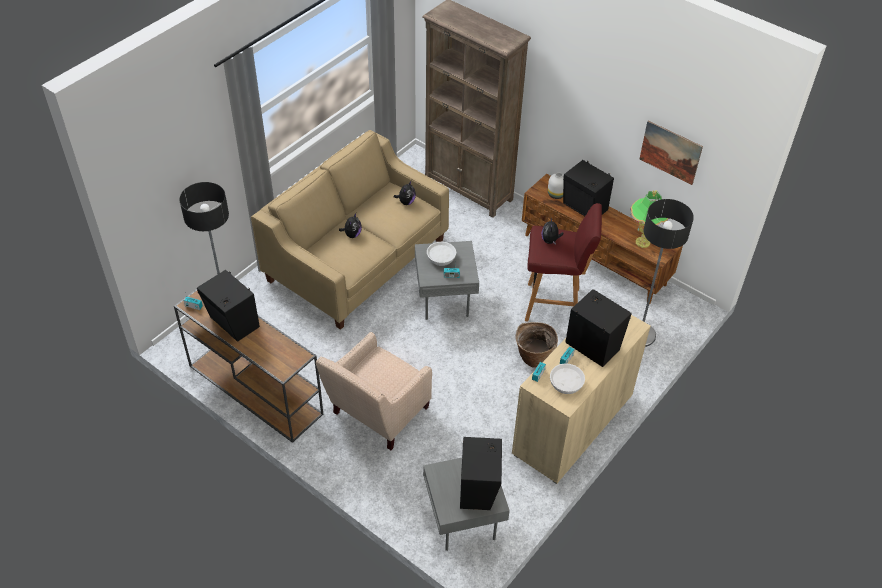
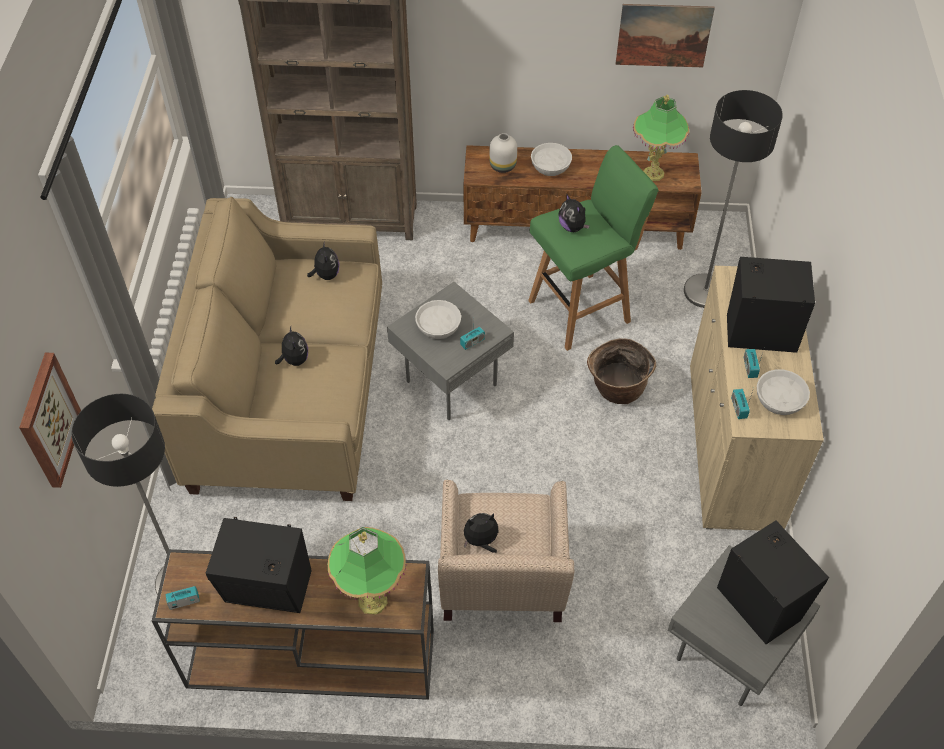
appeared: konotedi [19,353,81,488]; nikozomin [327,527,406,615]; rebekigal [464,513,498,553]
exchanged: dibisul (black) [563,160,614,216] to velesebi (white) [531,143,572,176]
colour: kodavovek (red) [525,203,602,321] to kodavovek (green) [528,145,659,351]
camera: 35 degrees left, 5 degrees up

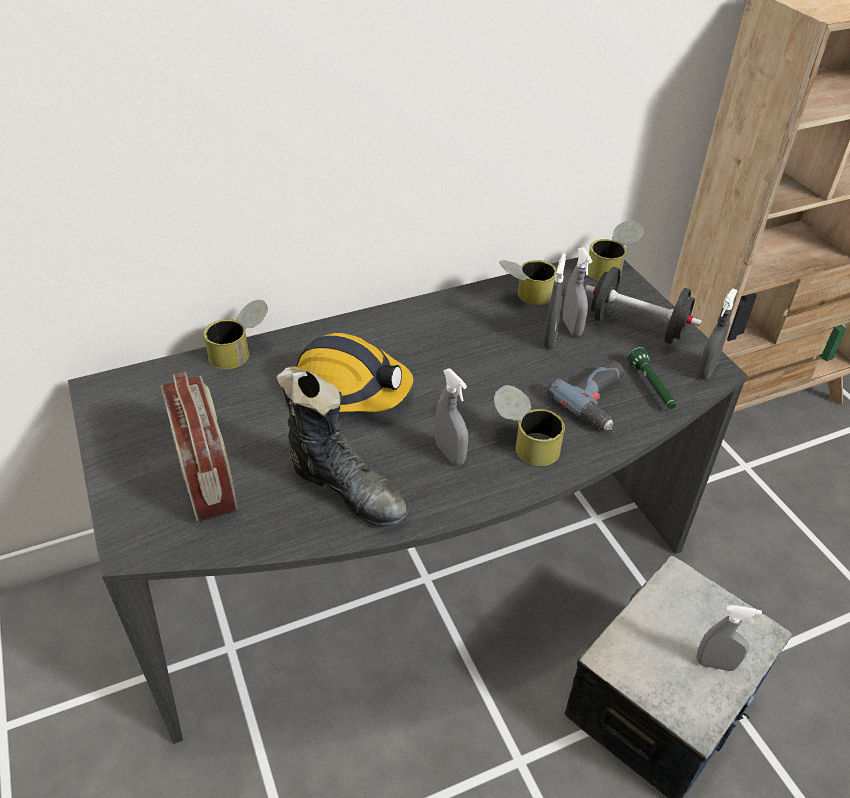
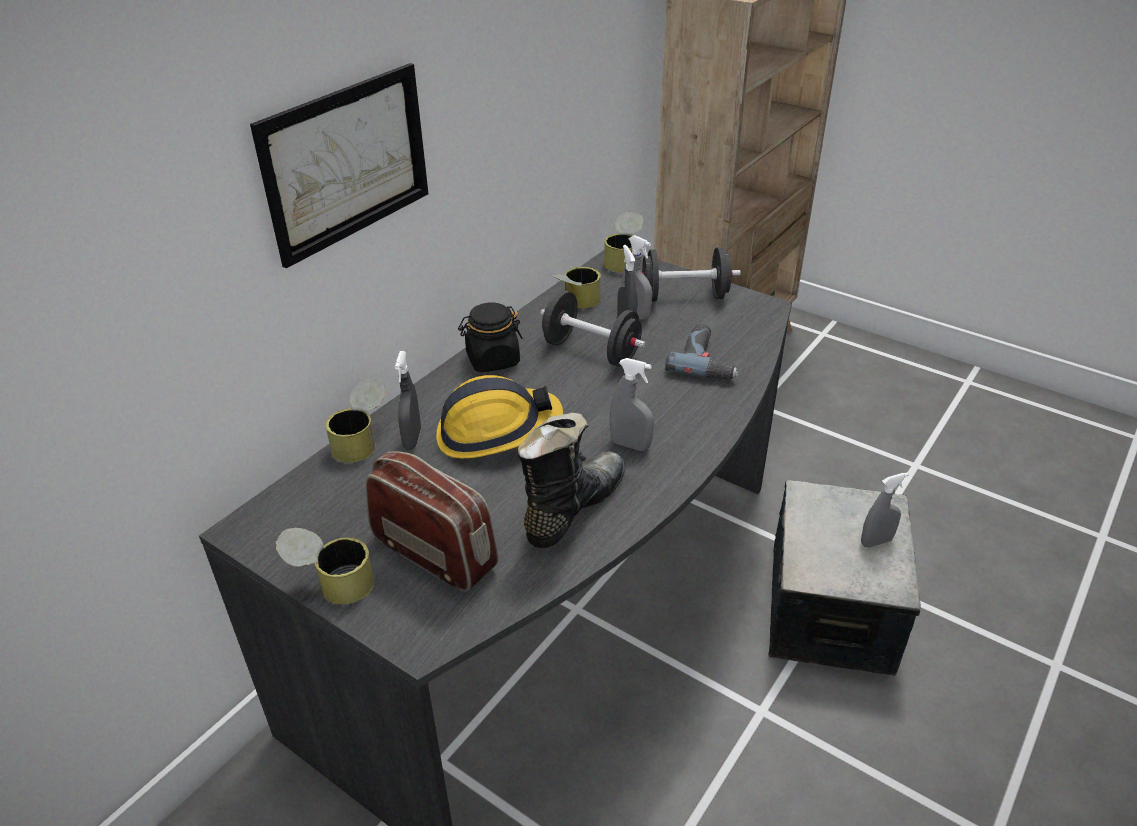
missing: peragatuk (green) [627,347,676,409]
appeared: konotedi [250,63,428,268]; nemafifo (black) [458,302,523,372]; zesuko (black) [540,291,646,366]
relocated: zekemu [494,385,565,466] to [276,528,374,604]; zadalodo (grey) [697,289,738,379] to [395,351,421,450]
spun: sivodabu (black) [276,366,409,526] = [518,412,625,548] 60 degrees counterclockwise
camera: 30 degrees left, 5 degrees down

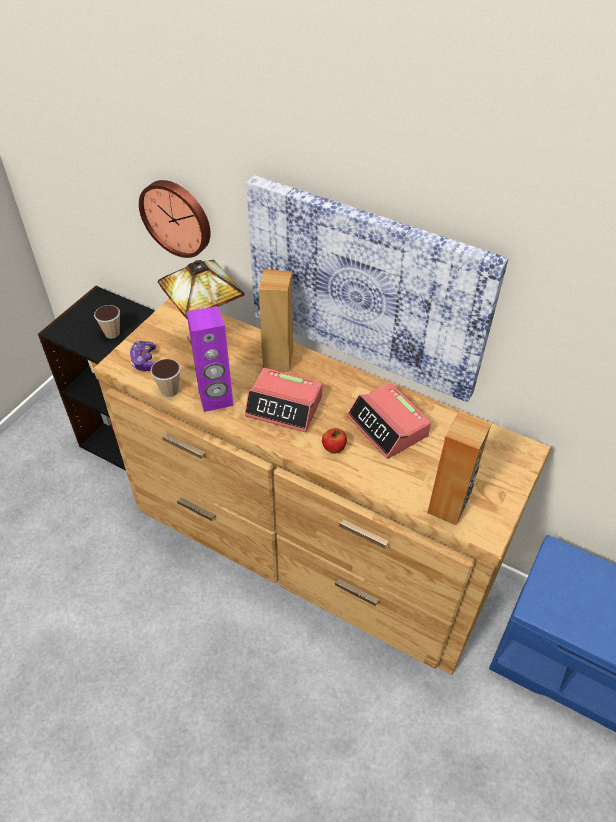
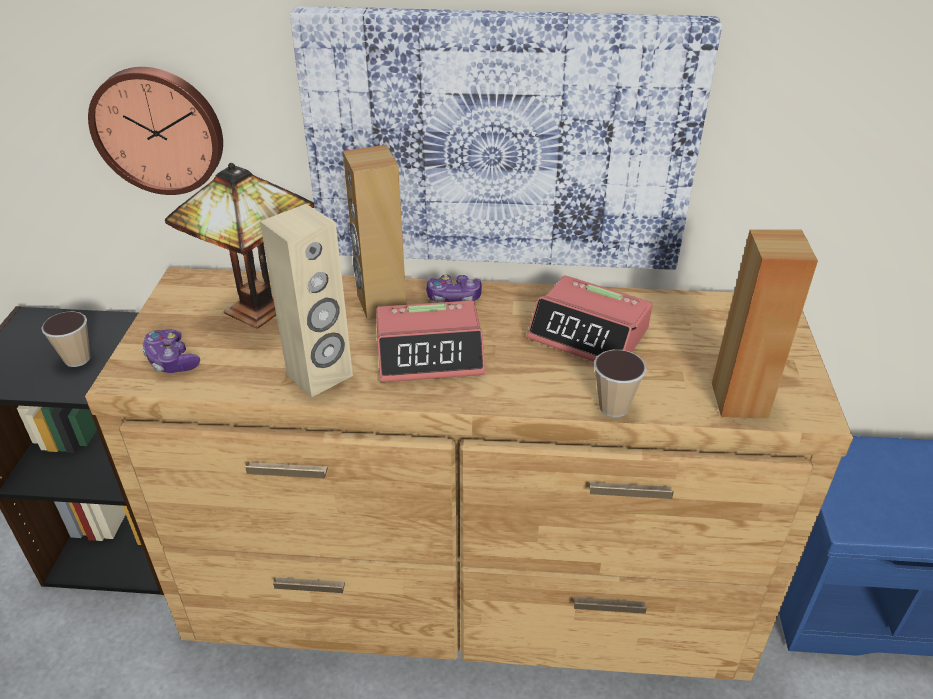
missing: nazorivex [322,428,347,453]
appeared: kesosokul [426,275,482,303]
relocated: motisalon [150,359,181,397] to [594,350,647,417]
colour: dibisul (purple) [186,306,234,412] to dibisul (beige) [260,204,353,397]
camera: 25 degrees left, 10 degrees down

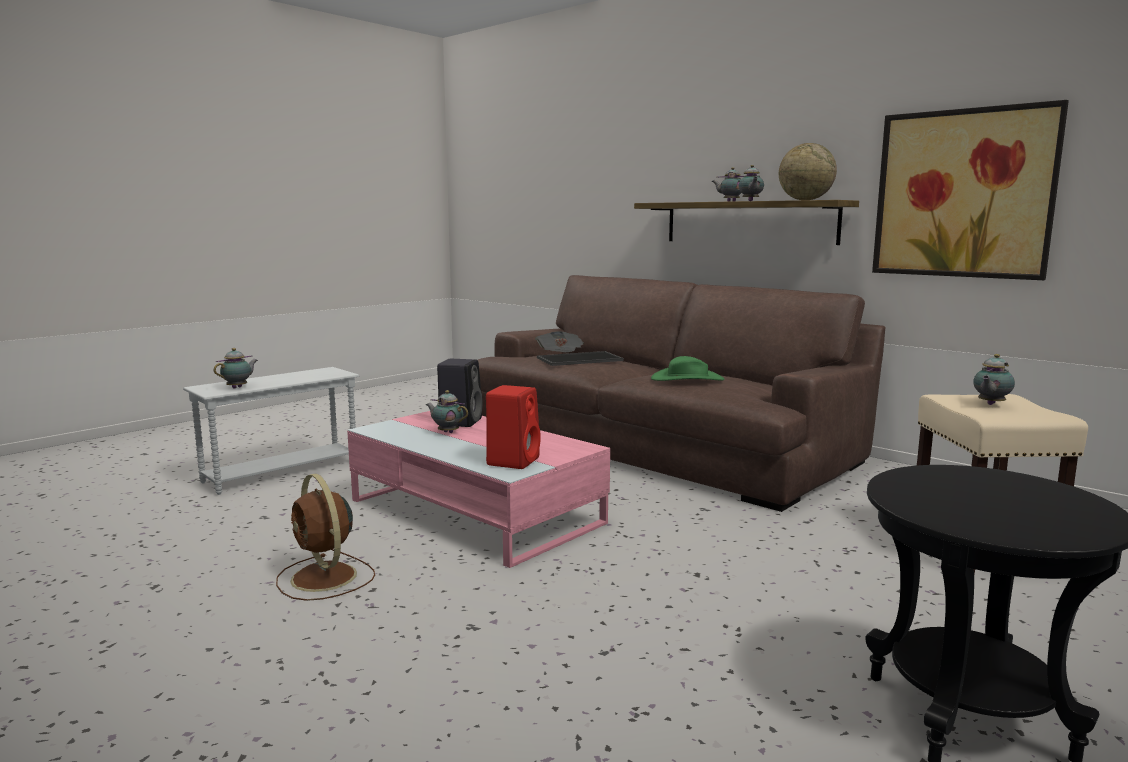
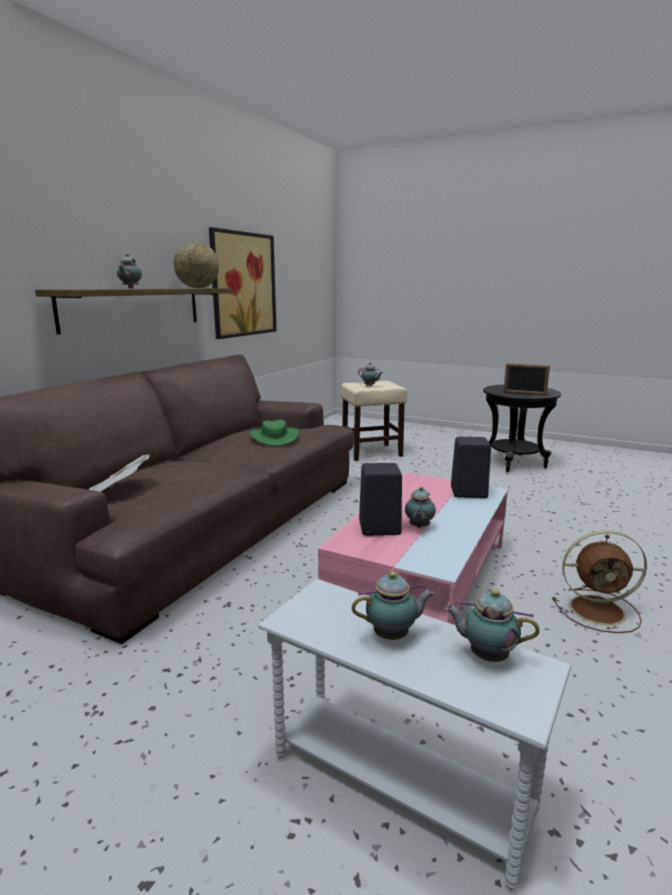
missing: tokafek [537,351,624,366]
appeared: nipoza [503,363,550,396]
relocated: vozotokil [739,165,764,201] to [352,571,435,640]
colour: dibisul (red) [486,385,541,469] to dibisul (black) [451,437,491,498]
spun: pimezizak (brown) [276,474,375,601] = [552,530,647,633] 60 degrees clockwise
camera: 105 degrees left, 5 degrees up

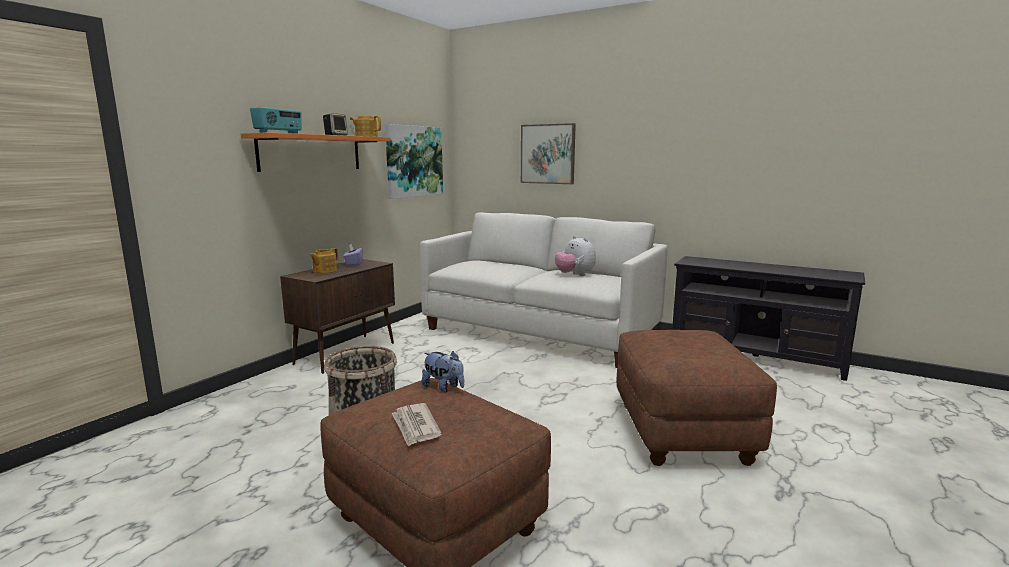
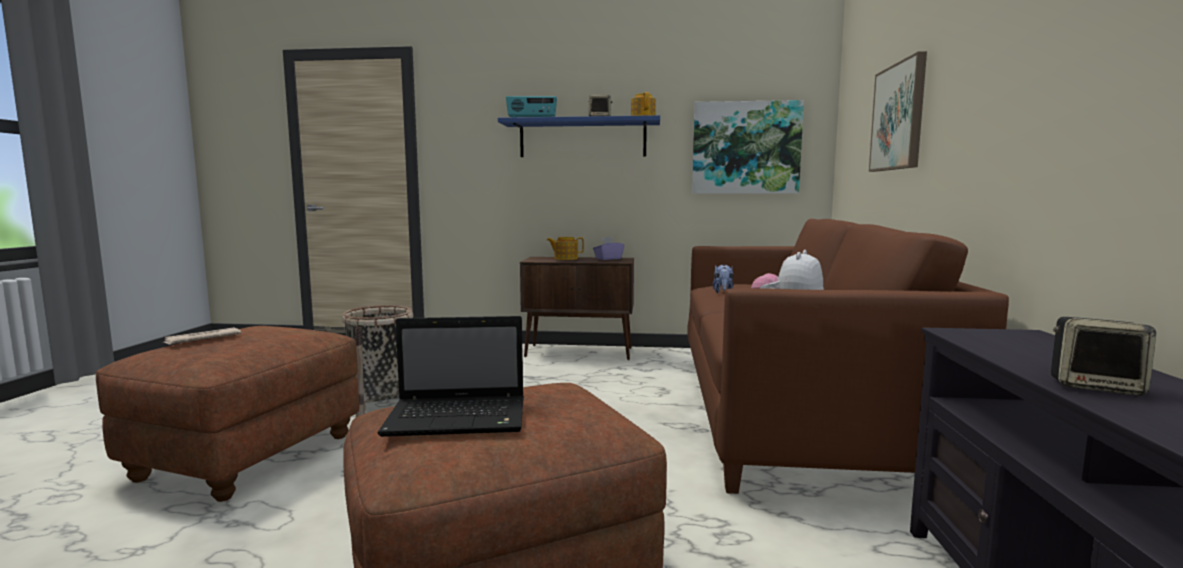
appeared: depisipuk [377,316,524,437]; dibisul [1051,317,1157,396]
relocated: rebekigal [422,351,464,392] to [713,264,734,293]
colour: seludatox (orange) [241,132,391,172] to seludatox (blue) [498,115,660,157]; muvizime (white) [420,212,667,368] to muvizime (brown) [687,219,1009,494]
camera: 65 degrees right, 5 degrees down

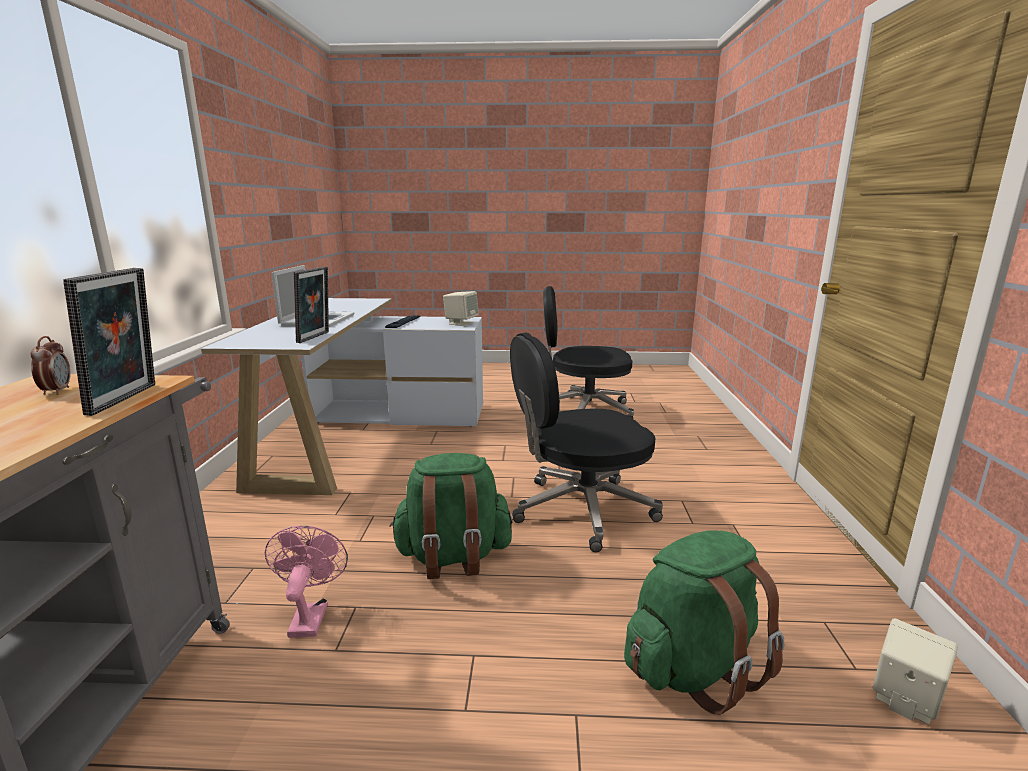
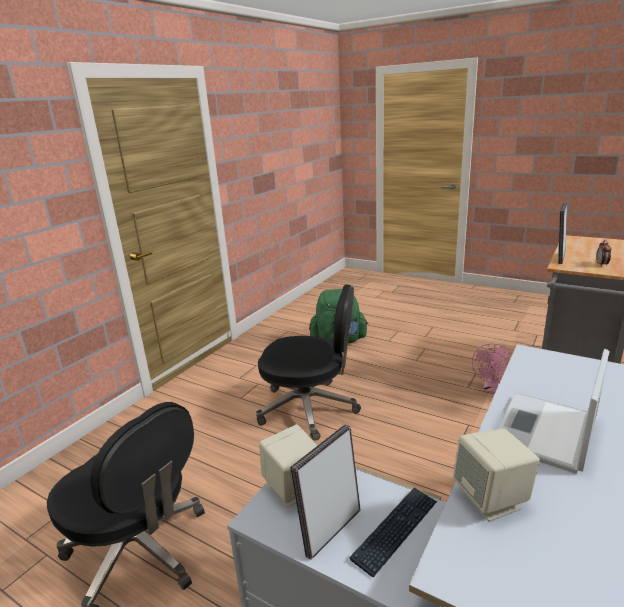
missing: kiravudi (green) [389,453,512,579]
relocated: nipoza [294,267,329,343] to [290,425,360,560]; dibisul (beige) [873,618,958,724] to [453,428,540,522]
camera: 150 degrees left, 5 degrees up

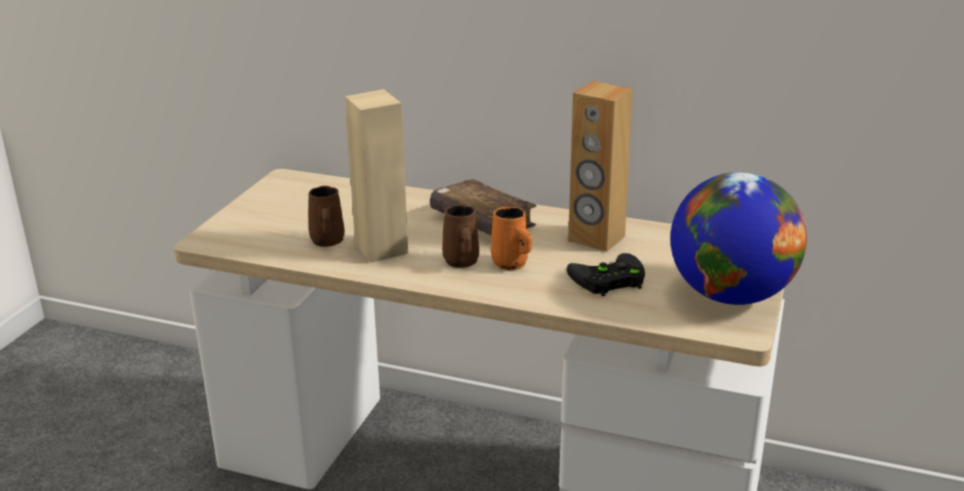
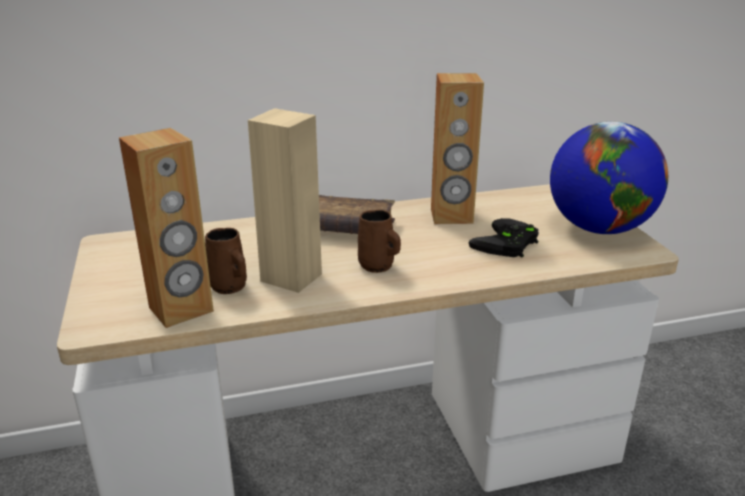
missing: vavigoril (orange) [491,207,532,270]
appeared: dibisul (brown) [119,128,214,328]
camera: 35 degrees left, 0 degrees up

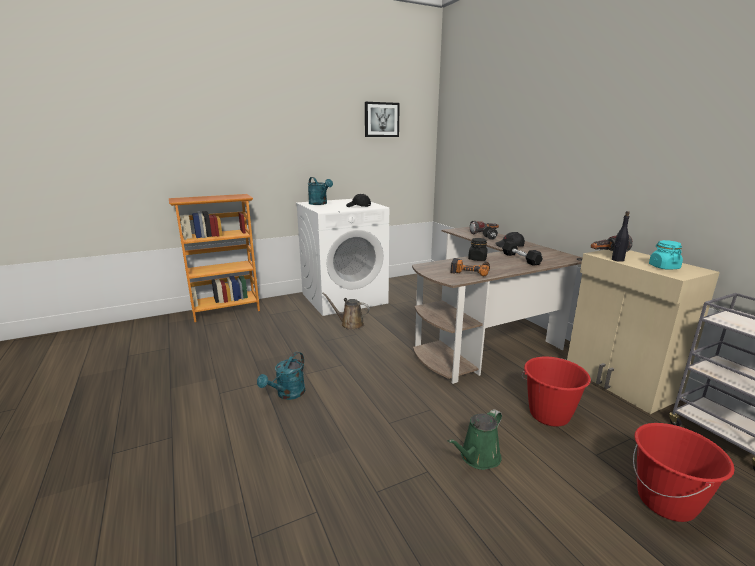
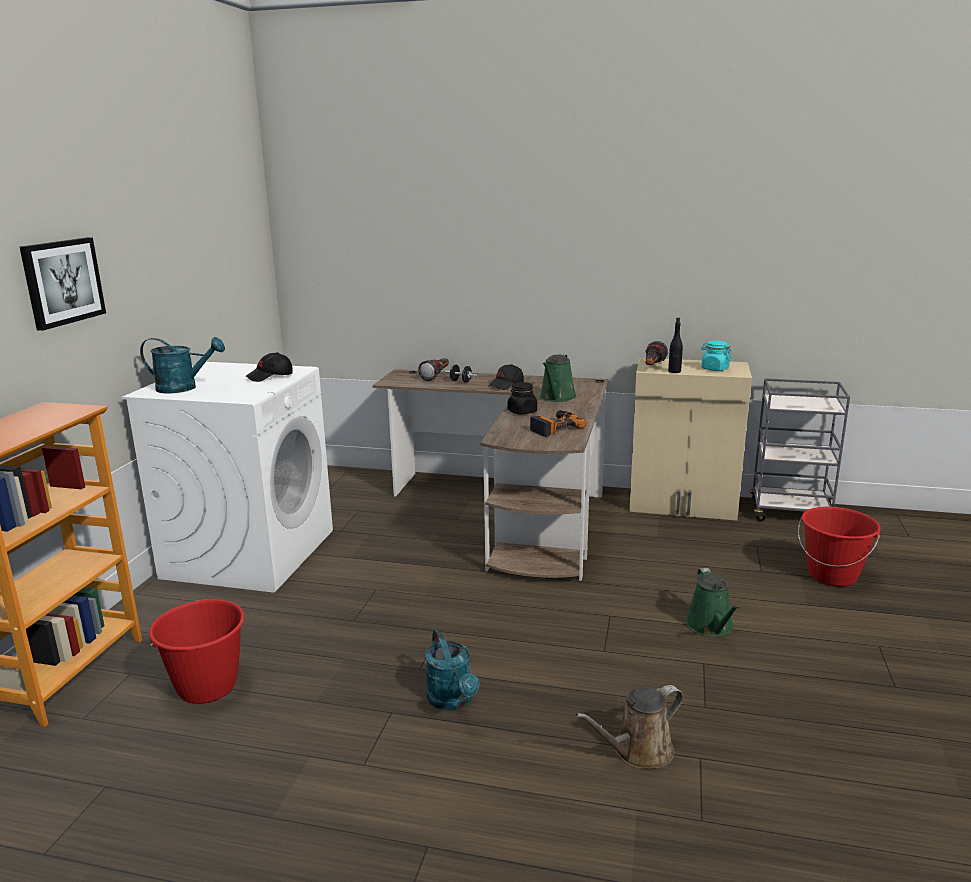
relocated: konotedi [365,102,400,137] to [20,237,106,331]; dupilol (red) [522,357,591,427] to [149,599,245,704]; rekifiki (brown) [322,293,370,330] to [576,685,683,768]
exchanged: zesuko (black) [502,241,543,266] to rekifiki (green) [539,354,577,402]
camera: 50 degrees left, 0 degrees up

